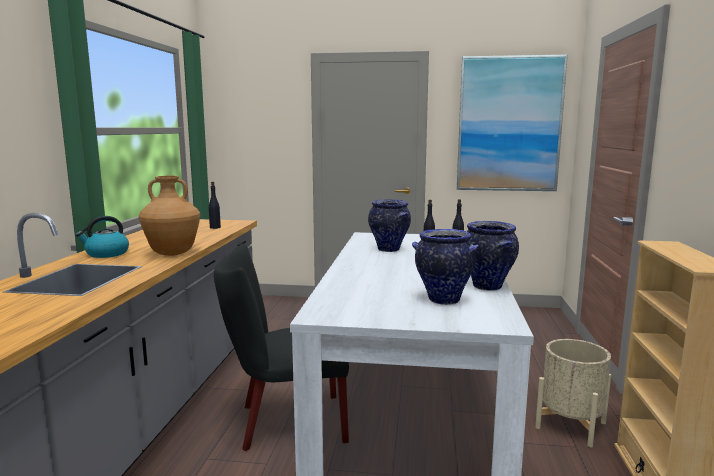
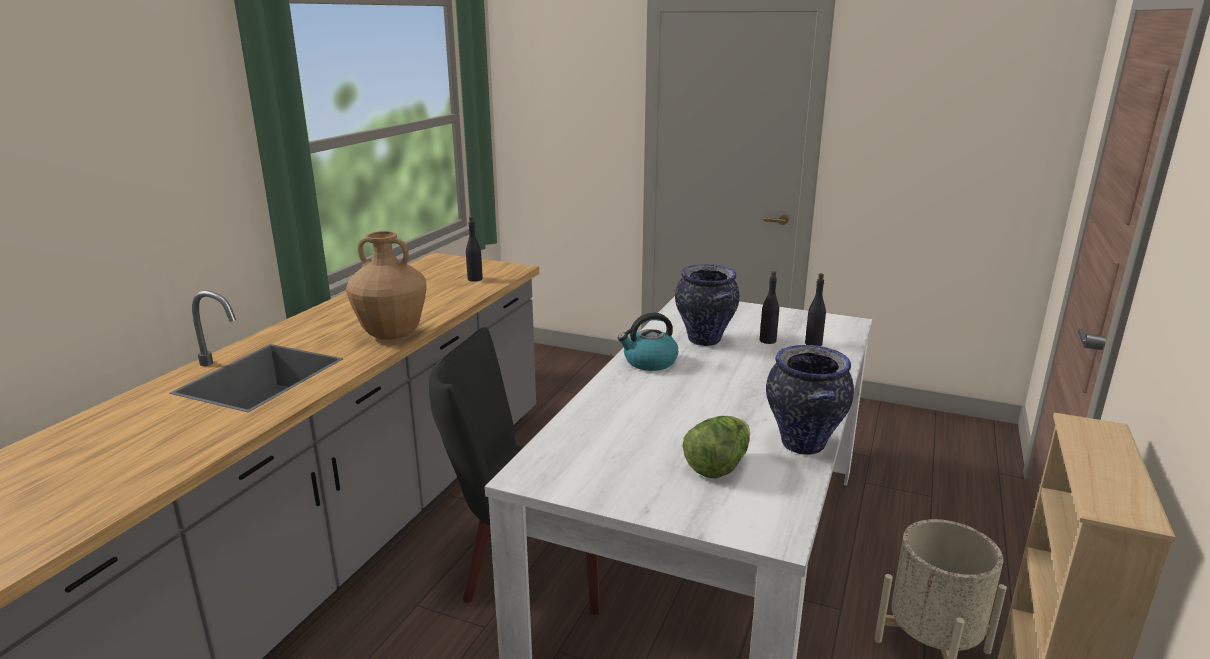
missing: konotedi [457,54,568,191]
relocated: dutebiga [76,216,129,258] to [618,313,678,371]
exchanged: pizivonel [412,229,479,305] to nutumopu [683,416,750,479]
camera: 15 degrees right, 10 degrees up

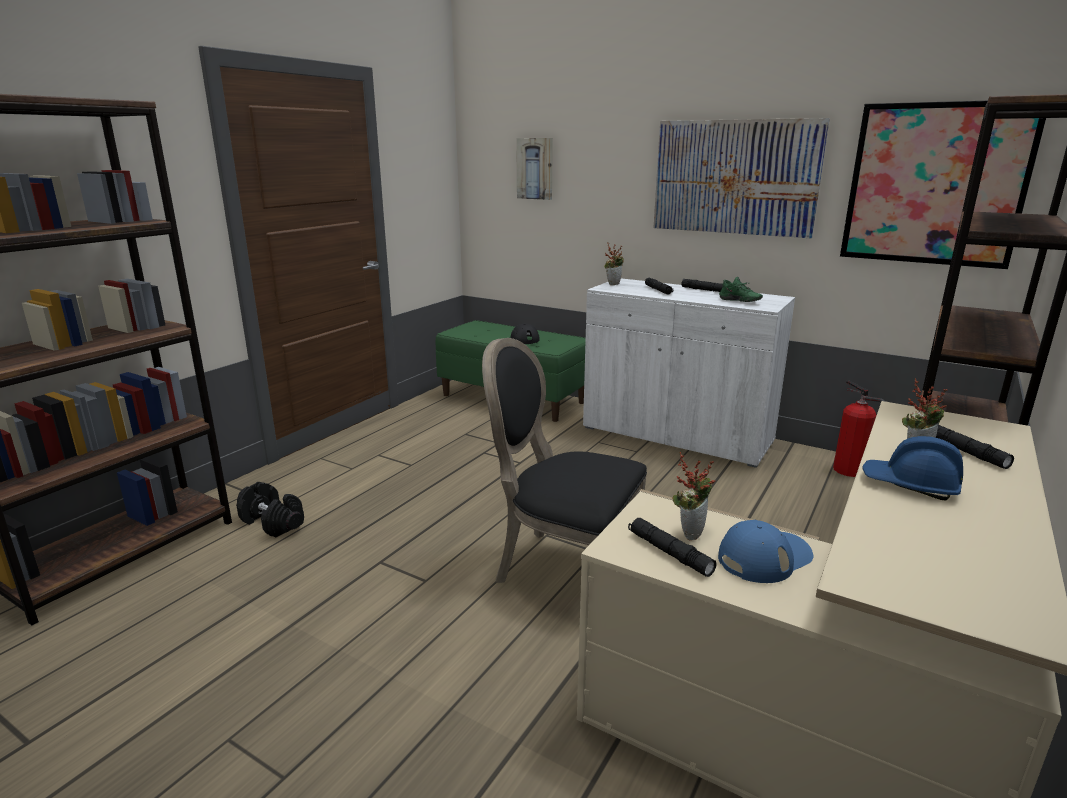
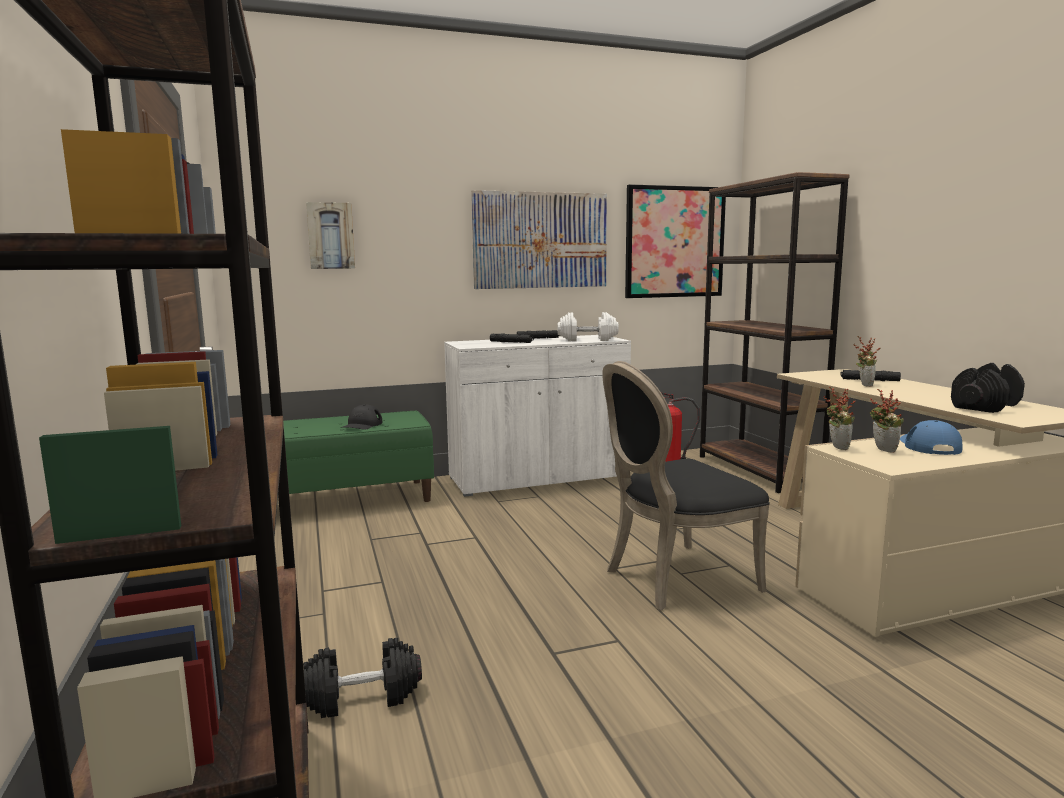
missing: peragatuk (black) [628,518,716,577]; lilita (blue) [863,436,963,501]
appeared: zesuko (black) [951,363,1025,413]
relocated: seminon [604,242,624,285] to [823,387,856,450]
exchanged: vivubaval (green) [719,277,763,302] to zesuko (white) [558,312,619,341]
camera: 50 degrees left, 10 degrees down

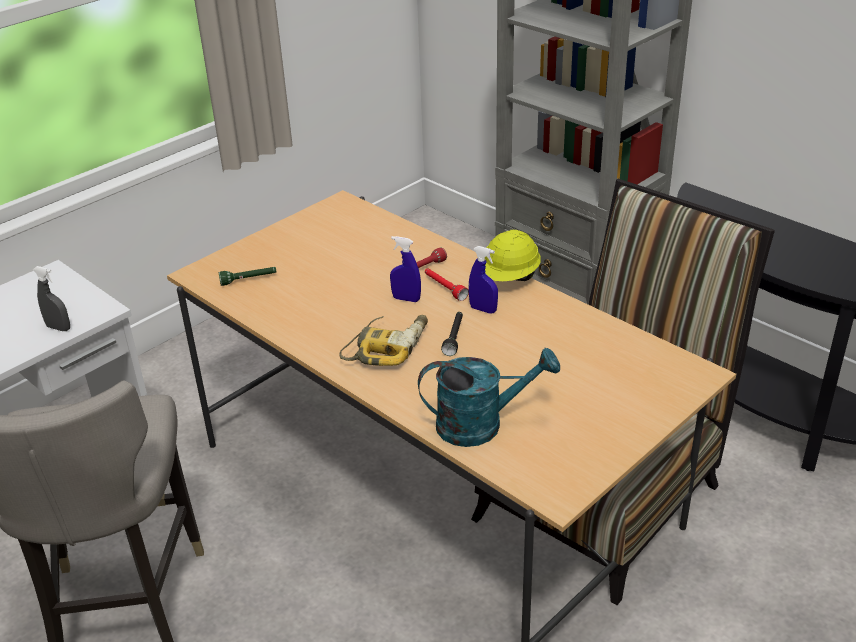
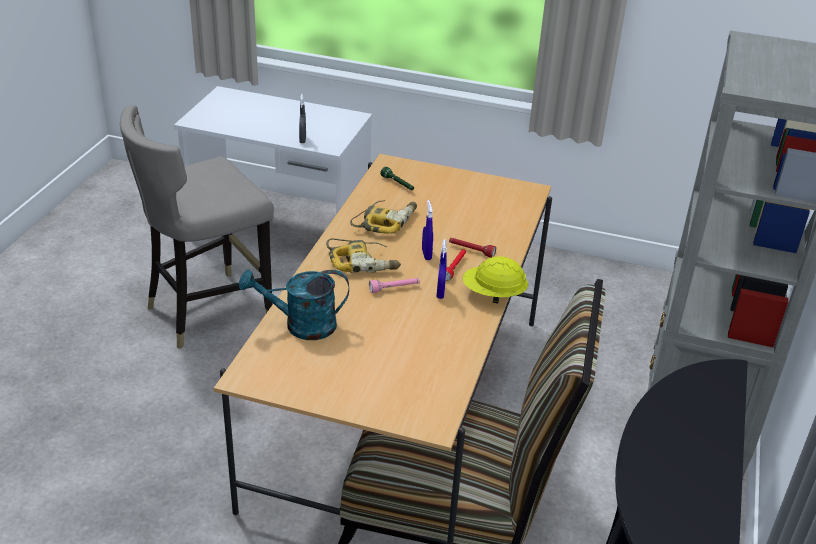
appeared: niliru [350,200,417,234]
colour: peragatuk (black) [441,312,463,356] to peragatuk (pink) [369,278,420,293]
spun: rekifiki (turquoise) [418,348,560,447] = [239,269,349,340] 120 degrees clockwise
camera: 60 degrees right, 0 degrees up

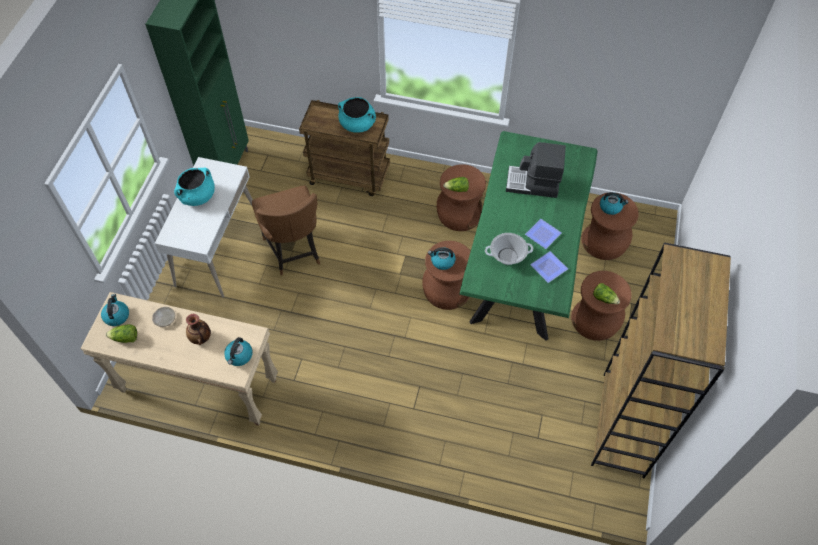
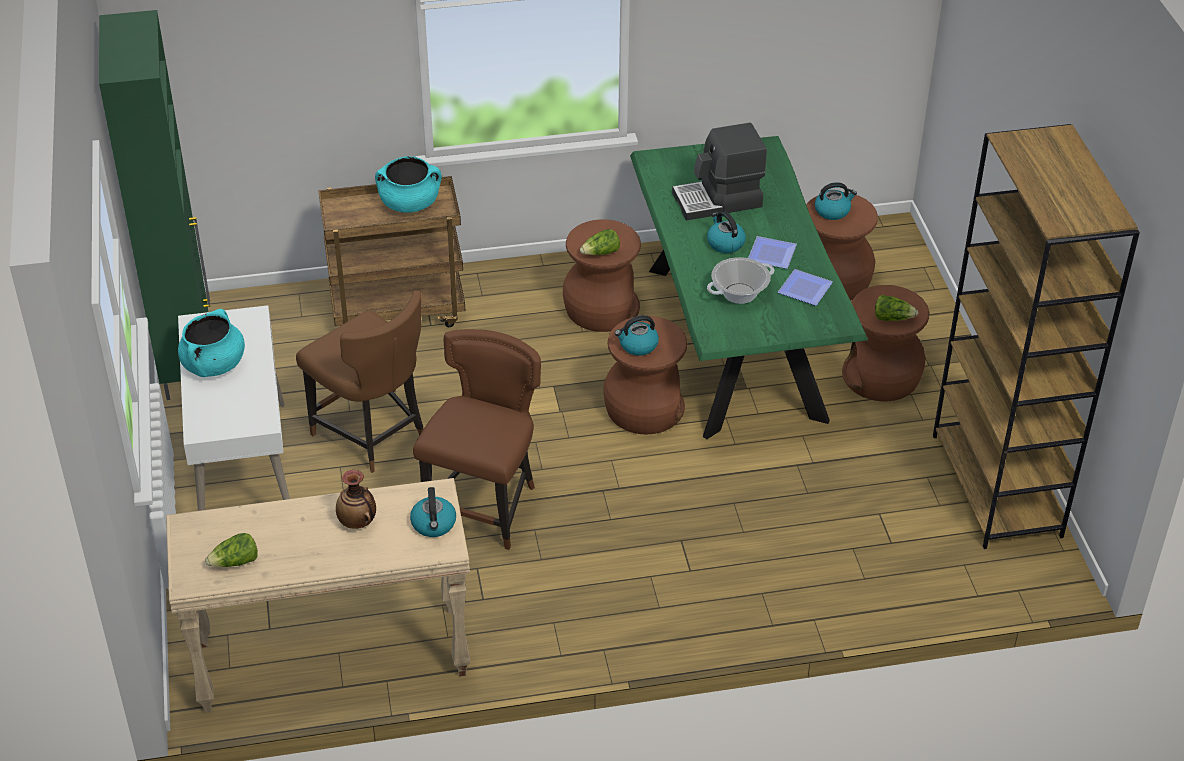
missing: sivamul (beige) [152,307,175,327]
appeared: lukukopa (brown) [413,329,541,550]
relocated: dutebiga [101,294,129,326] to [707,211,746,253]
camera: 25 degrees left, 15 degrees down

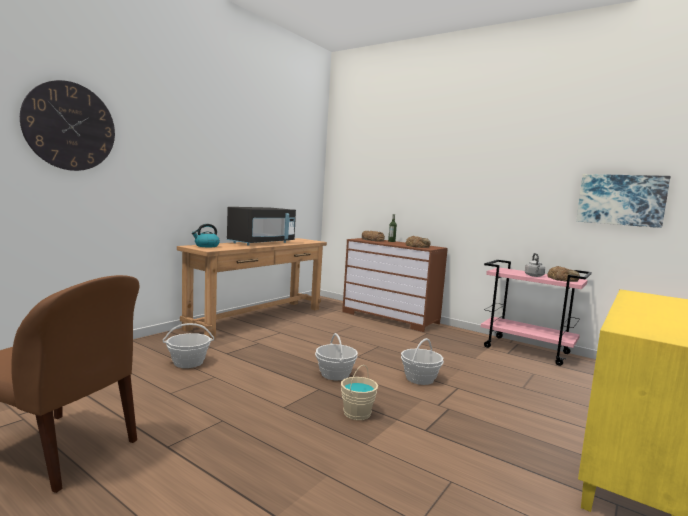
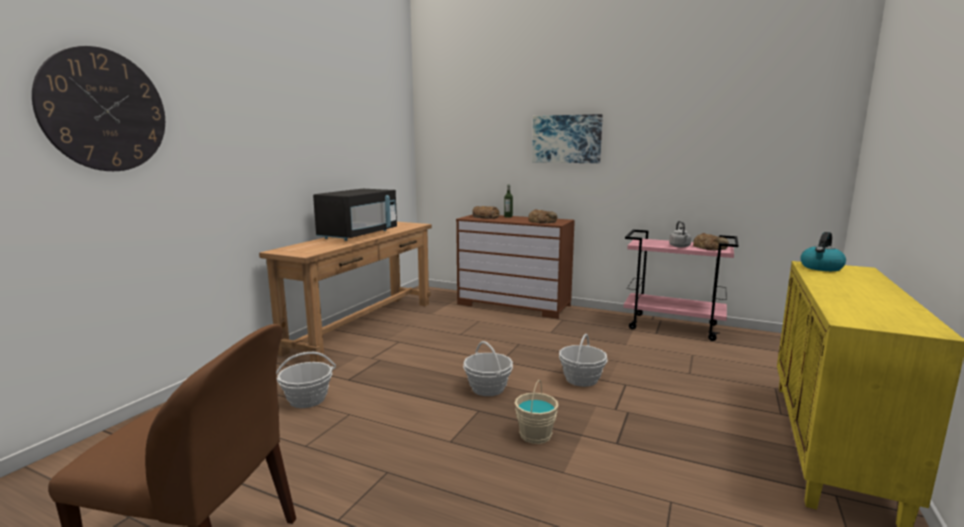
relocated: konotedi [576,174,670,228] to [532,114,603,163]; dutebiga [192,224,220,247] to [800,232,846,271]
camera: 10 degrees left, 5 degrees up

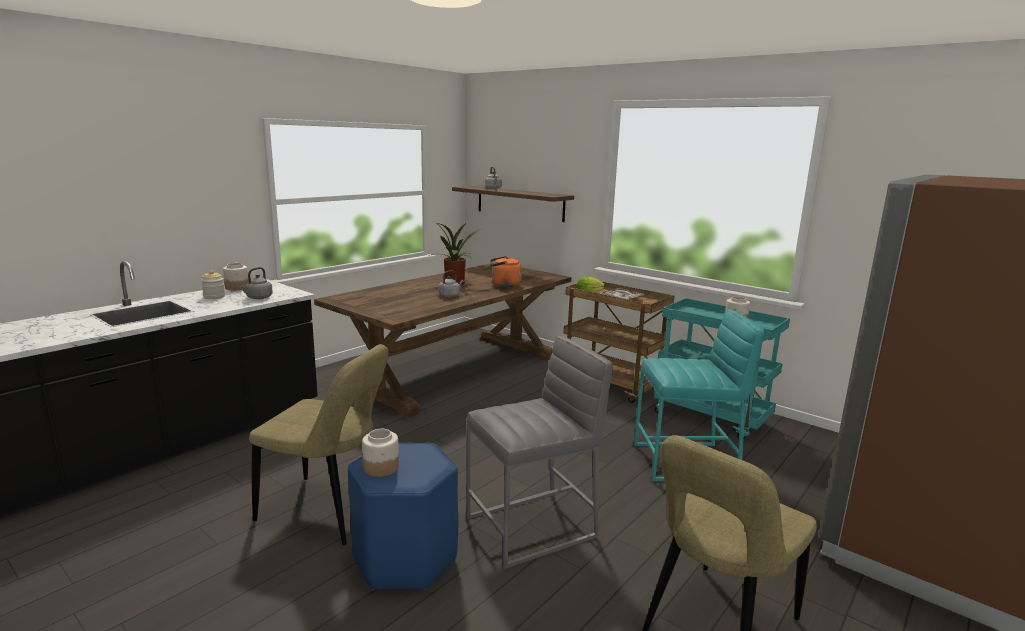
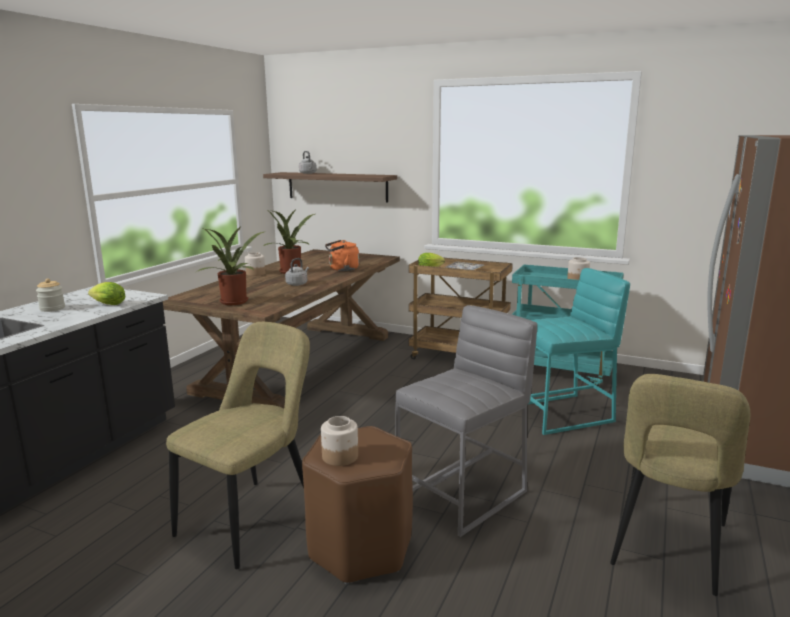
appeared: seminon [198,226,264,305]
relocated: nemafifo [223,263,249,291] to [245,252,266,276]
exchanged: dutebiga (grey) [239,267,273,299] to nutumopu [88,282,125,305]
colour: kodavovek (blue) [348,443,458,591] to kodavovek (brown) [302,426,413,584]
spun: lukukopa (beige) [249,344,389,545] = [166,322,310,569] 60 degrees counterclockwise
camera: 15 degrees left, 0 degrees up

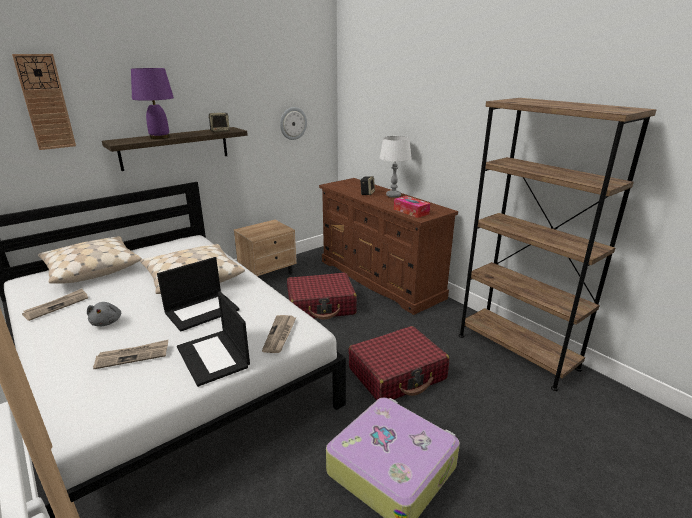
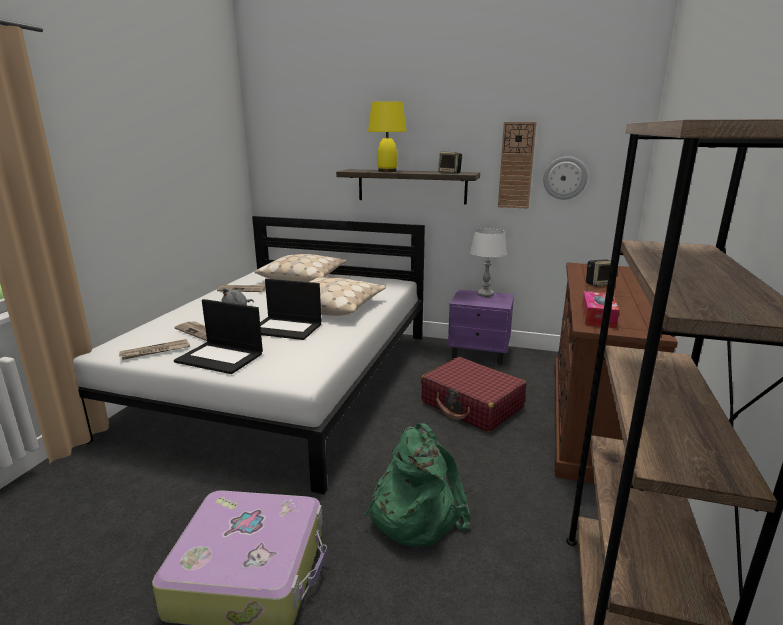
relocated: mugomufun [262,315,296,353] to [119,339,190,360]; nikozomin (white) [379,136,412,198] to [470,229,507,297]; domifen [12,54,76,150] to [498,122,536,208]
exchanged: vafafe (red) [348,326,449,400] to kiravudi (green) [364,423,470,547]
colour: nikozomin (purple) [131,68,174,139] to nikozomin (yellow) [368,101,407,172]; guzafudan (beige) [234,220,297,278] to guzafudan (purple) [448,289,514,365]
spun: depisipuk [177,291,250,387] = [174,299,263,374] 90 degrees counterclockwise
camera: 55 degrees right, 5 degrees down

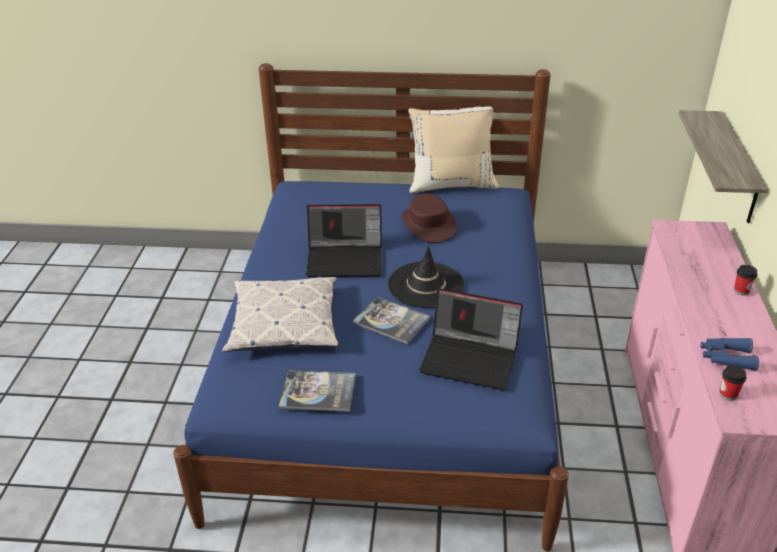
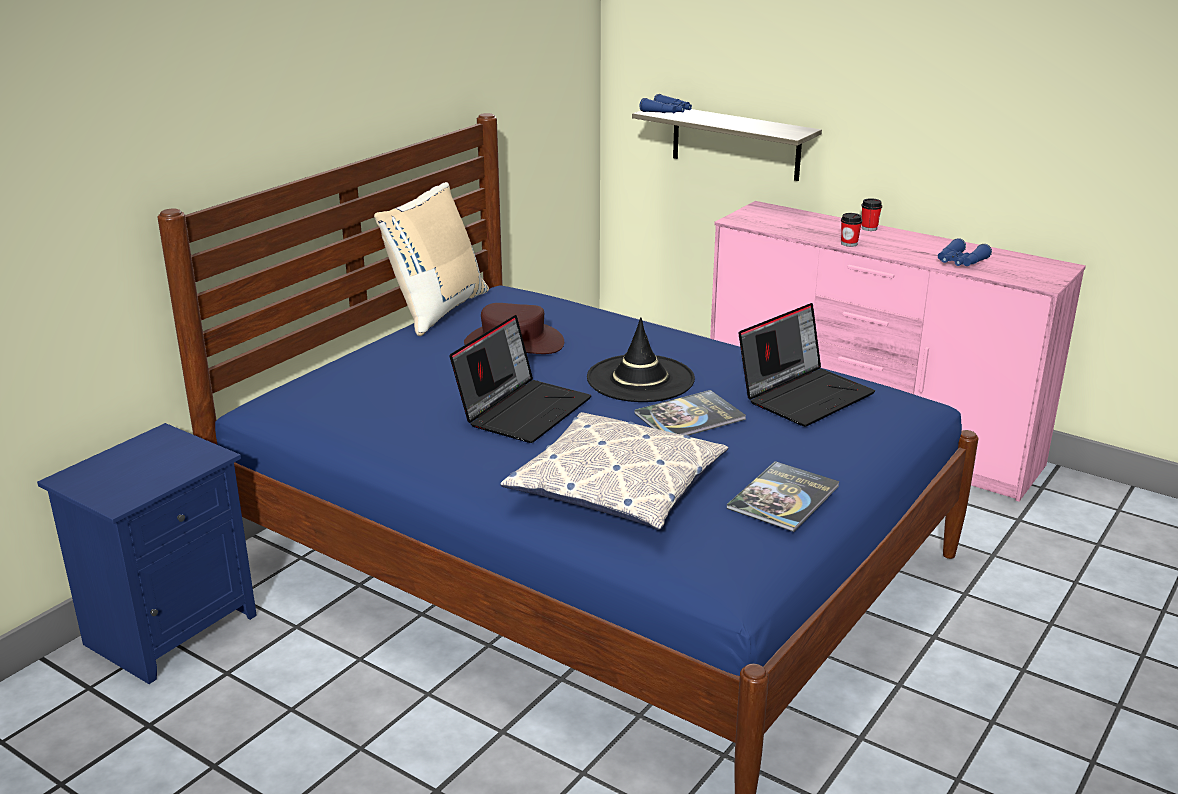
appeared: guzafudan (blue) [37,423,257,684]; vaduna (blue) [639,94,692,113]
relocated: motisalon [719,365,747,401] to [841,213,862,247]
camera: 60 degrees left, 10 degrees down

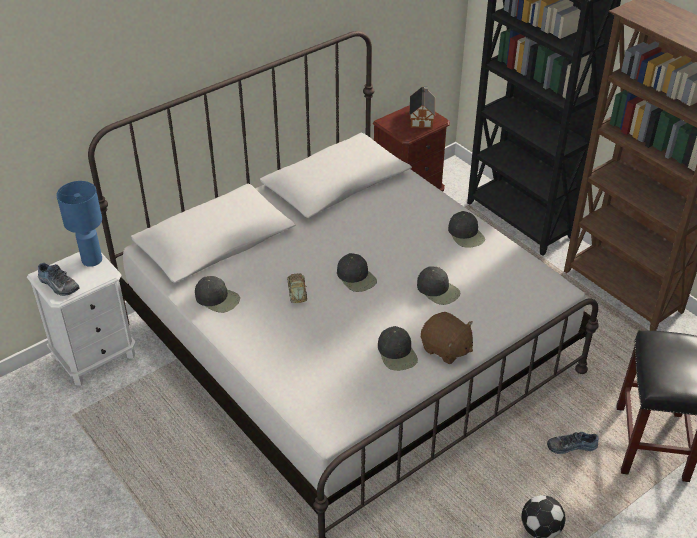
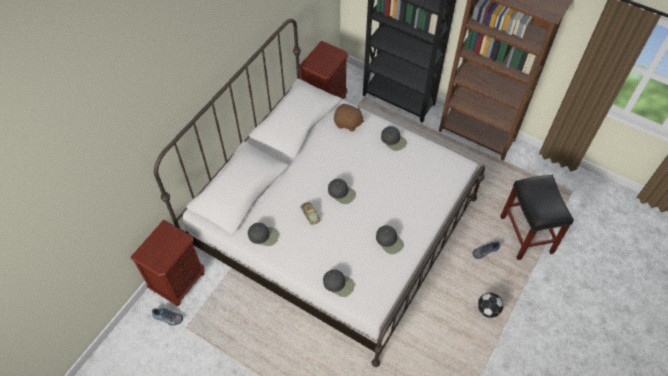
missing: nikozomin (blue) [56,181,102,267]; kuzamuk [409,86,435,128]
relocated: vivubaval [38,263,80,296] to [152,308,183,325]; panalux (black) [417,267,461,305] to [323,269,355,297]; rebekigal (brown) [421,312,473,364] to [334,104,364,132]
colour: guzafudan (white) [27,252,136,386] to guzafudan (brown) [130,220,204,306]
camera: 20 degrees left, 15 degrees up

